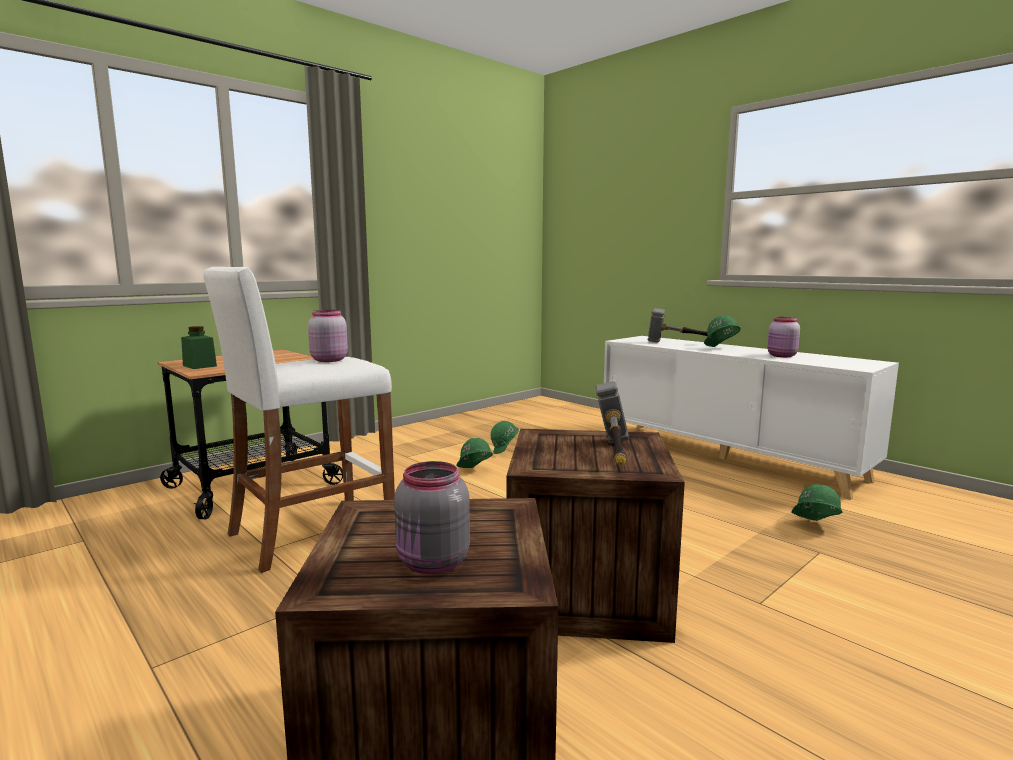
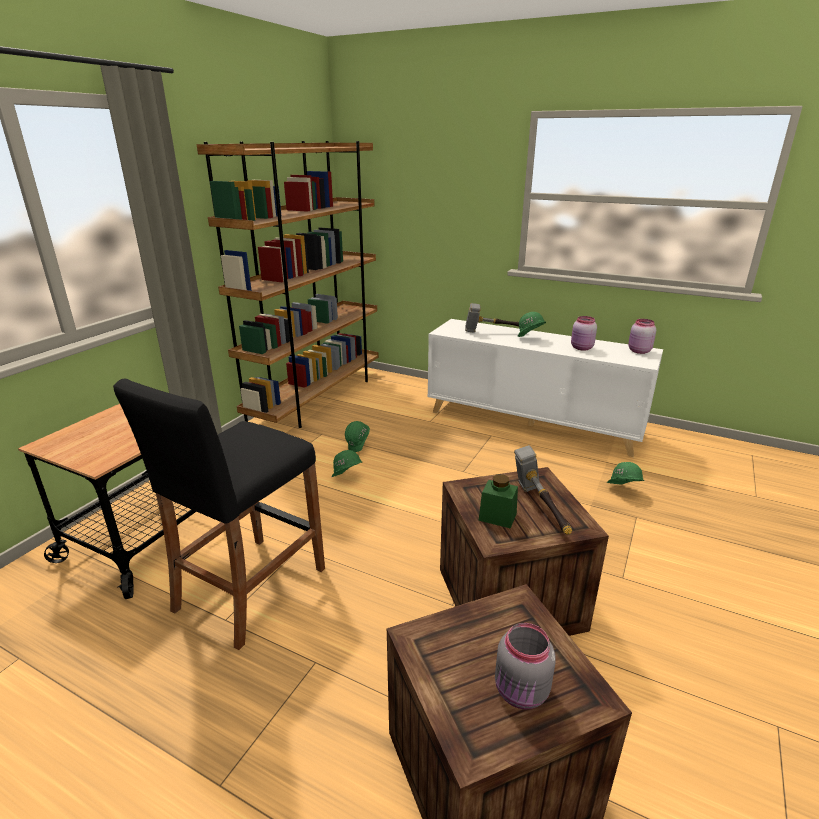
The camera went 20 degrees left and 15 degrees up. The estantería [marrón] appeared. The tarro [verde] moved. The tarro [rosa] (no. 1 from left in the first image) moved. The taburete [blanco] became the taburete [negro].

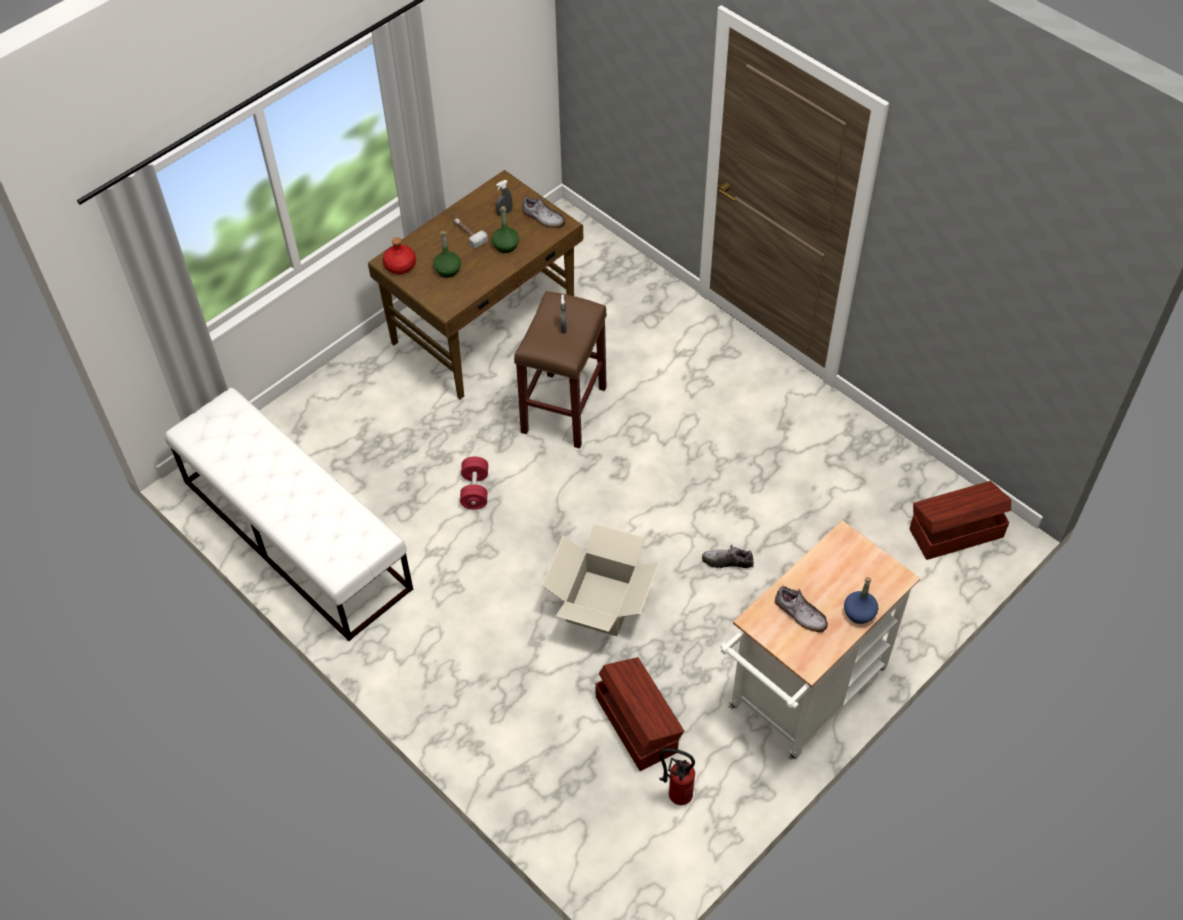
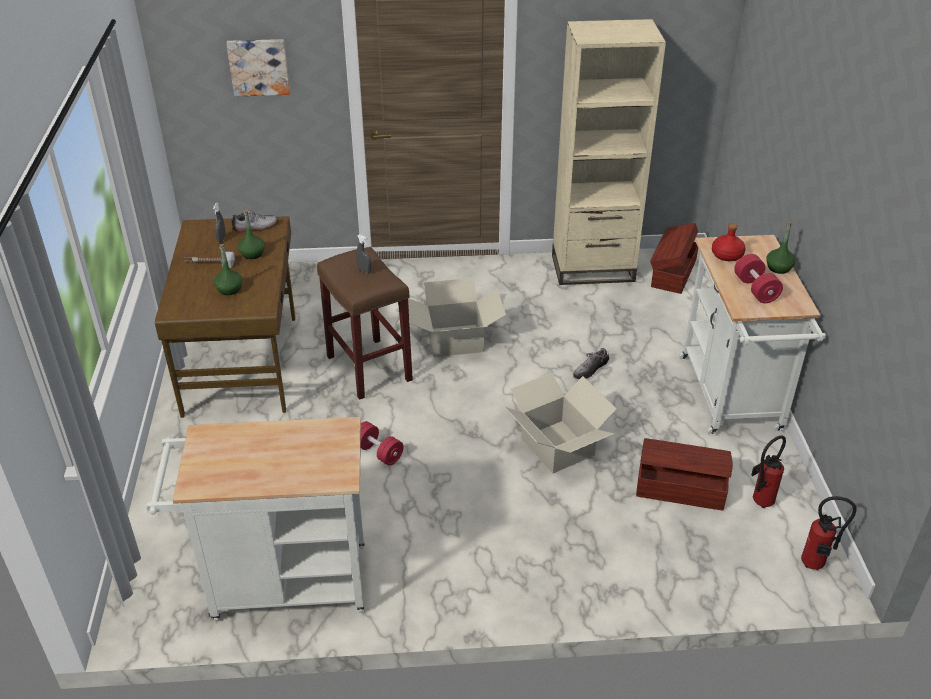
The camera went 50 degrees left and 15 degrees down. The cuadro appeared. The caja de cartón (no. 1 from left) appeared. The estantería [beis] appeared. The extintor (no. 2 from left) appeared. The botella [rojo] moved. The banco [blanco] was replaced by the carrito [blanco] (no. 1 from left). The zapato (no. 3 from left) was replaced by the mancuerna [rojo] (no. 2 from left). The botella [azul] became the botella [verde] (no. 3 from left).

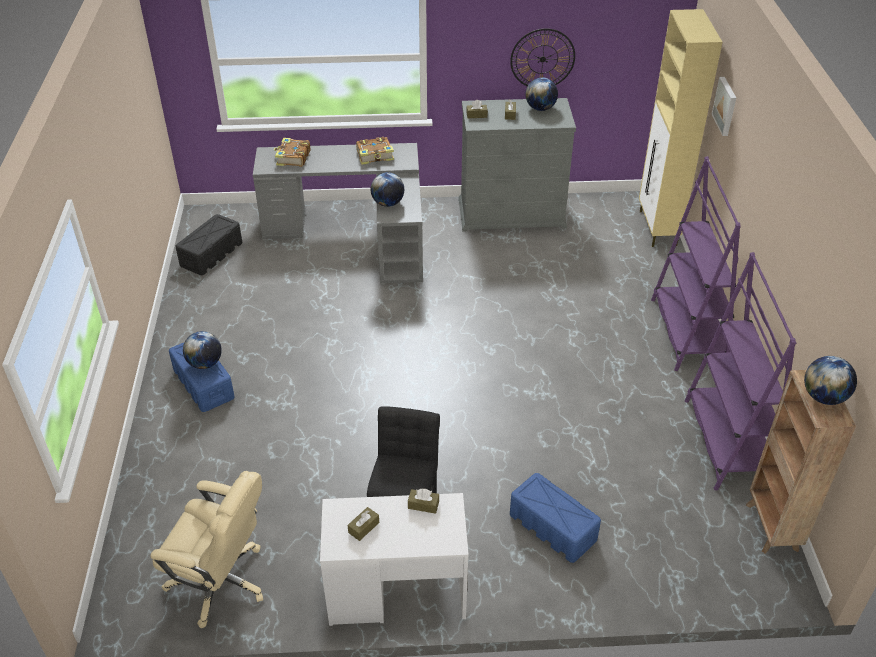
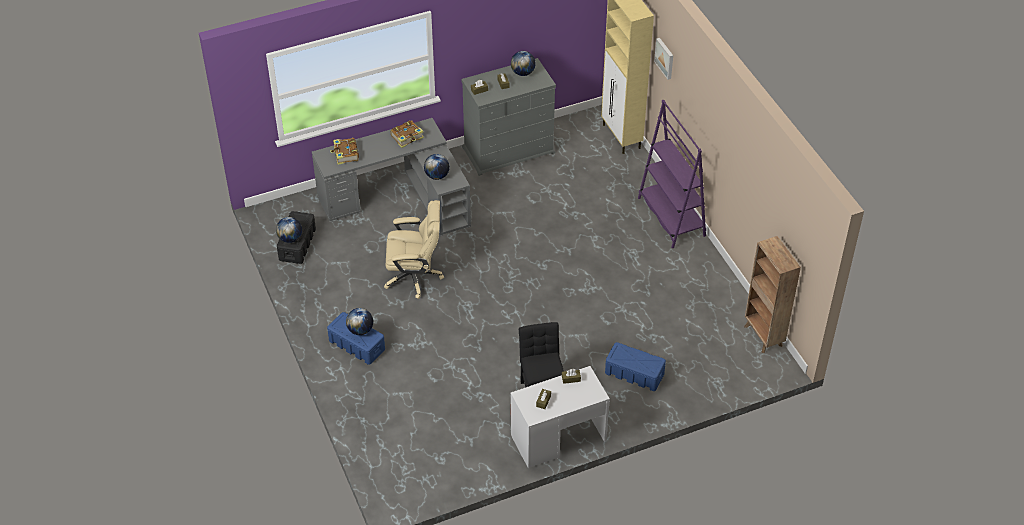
The camera went 20 degrees left and 5 degrees up. The reloj de pared disappeared. The estantería [morado] (no. 2 from left) disappeared. The silla de oficina [beis] moved. The globo terráqueo (no. 4 from left in the first image) moved.

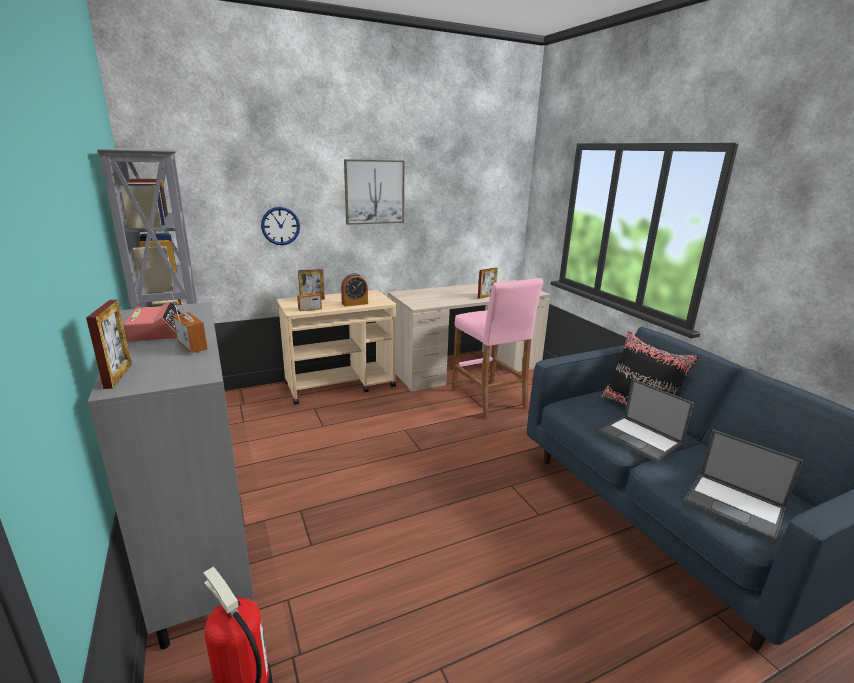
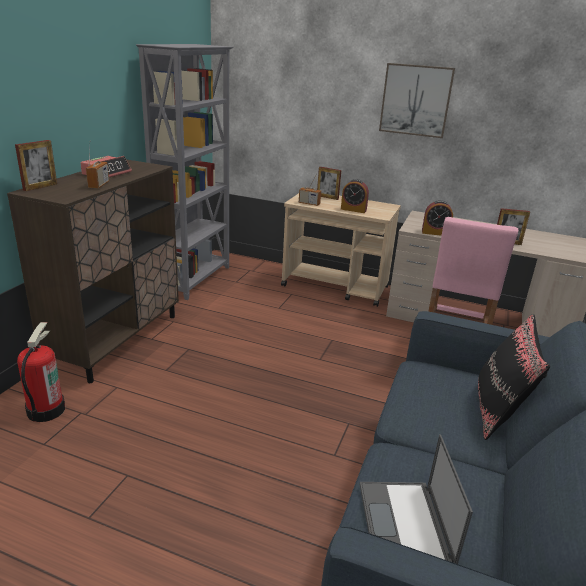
The camera went 45 degrees right and 5 degrees up. The reloj de pared disappeared. The portátil (no. 1 from left) disappeared. The despertador (no. 3 from left) appeared. The armario [gris] became the armario [marrón].

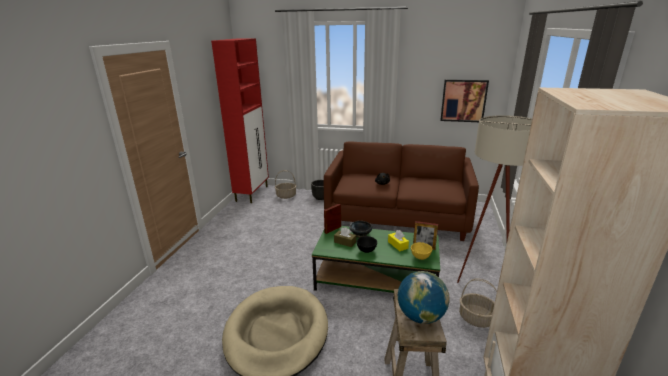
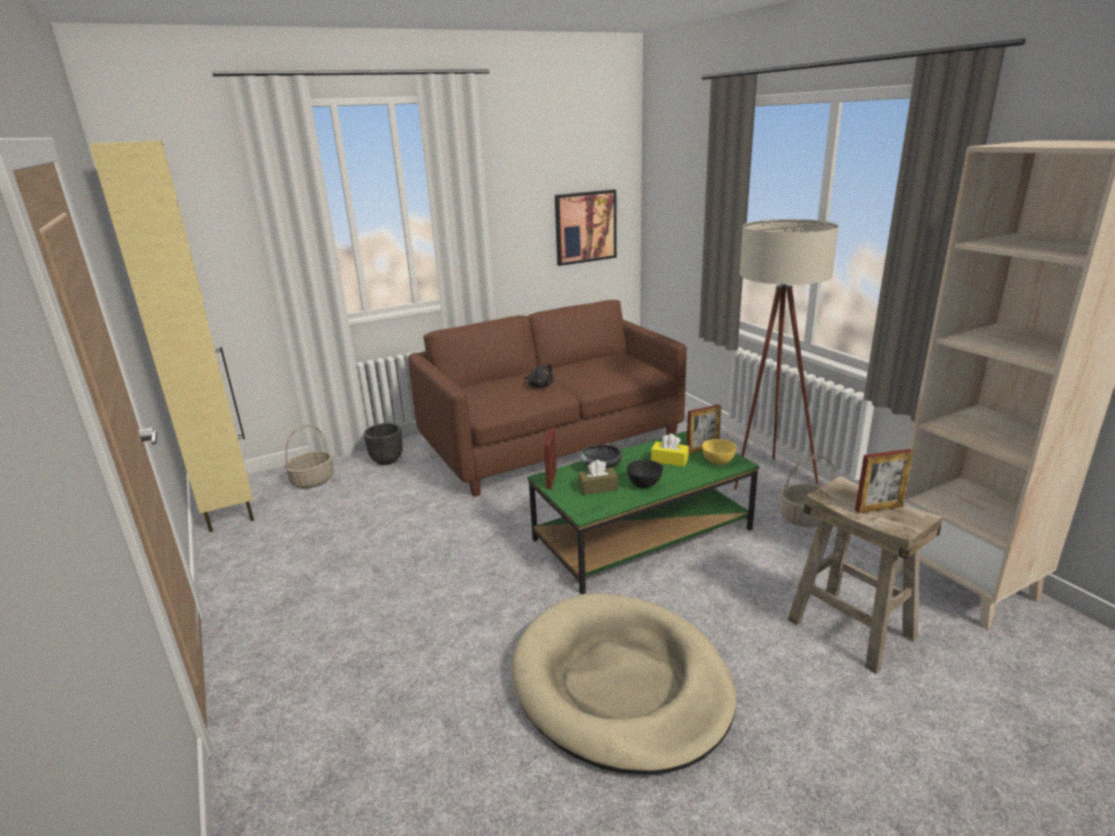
The camera went 40 degrees left and 0 degrees up. The globo terráqueo was replaced by the portarretratos (no. 3 from left). The armario [rojo] became the armario [beis].

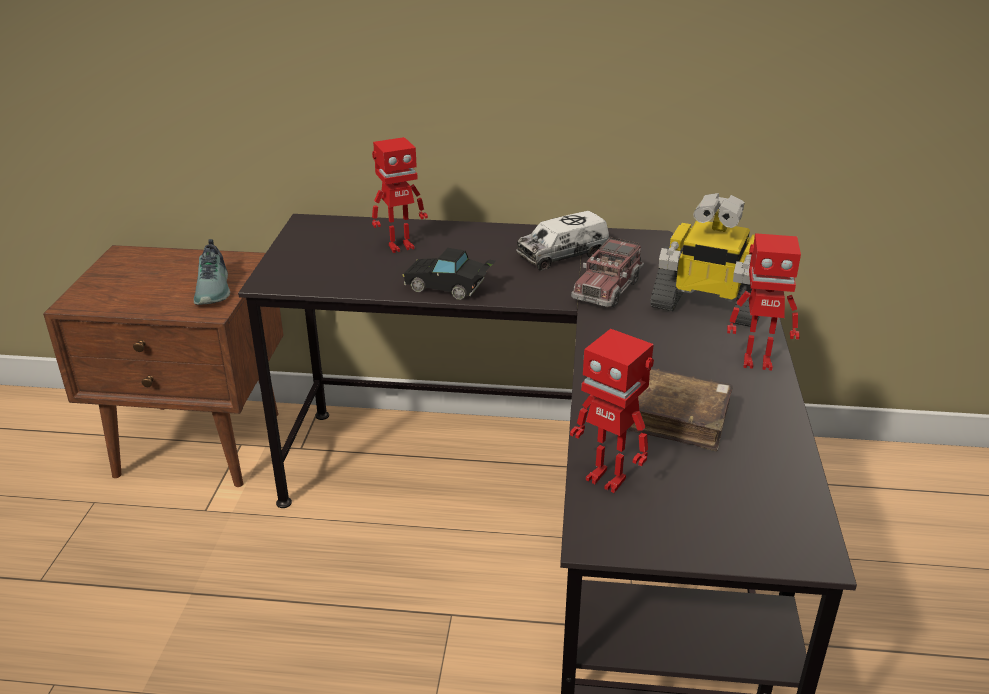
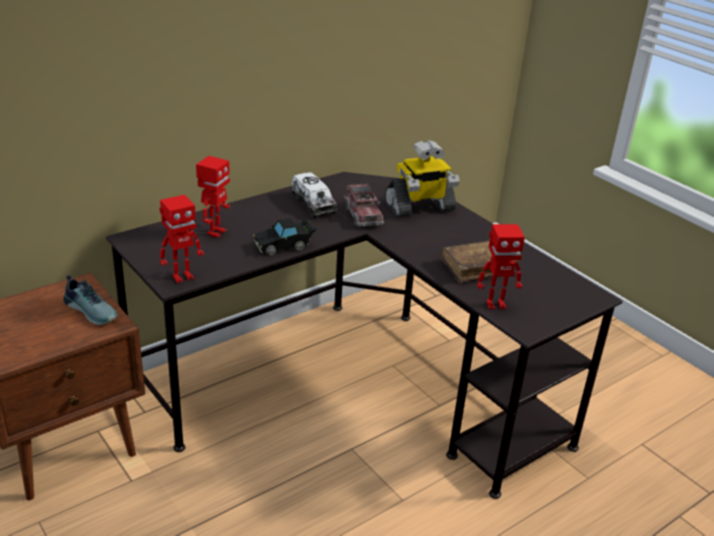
The camera went 45 degrees left and 0 degrees up. The robot de juguete (no. 4 from left in the first image) moved. The camión de juguete (no. 1 from left) turned 45 degrees counterclockwise.

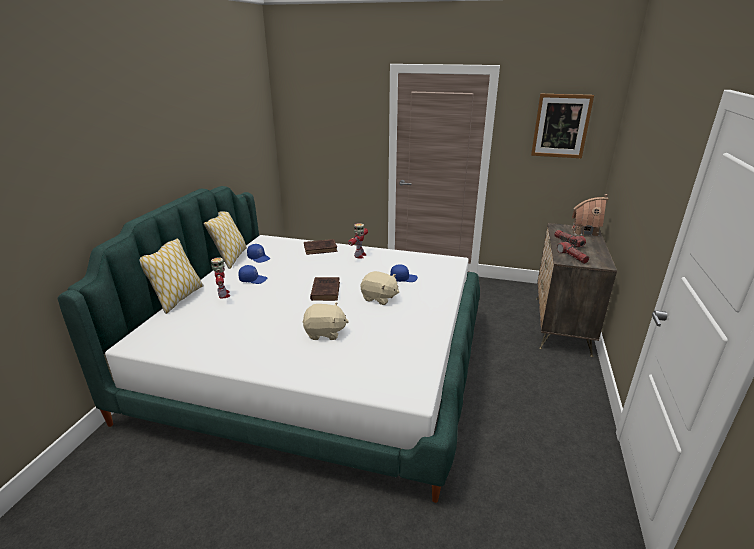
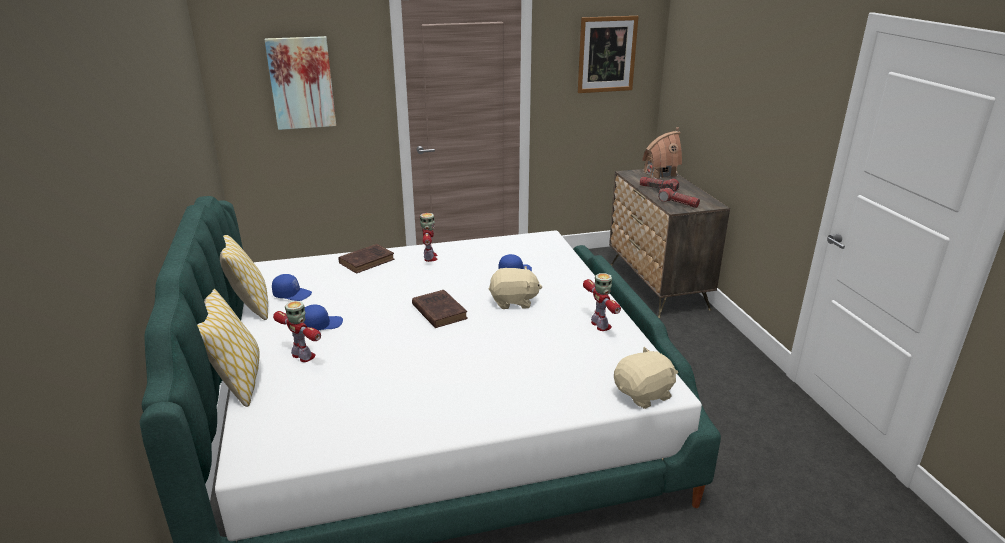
The camera went 30 degrees left and 0 degrees up. The cuadro (no. 1 from left) appeared. The robot de juguete (no. 3 from left) appeared. The peluche [beis] (no. 1 from left in the first image) moved.

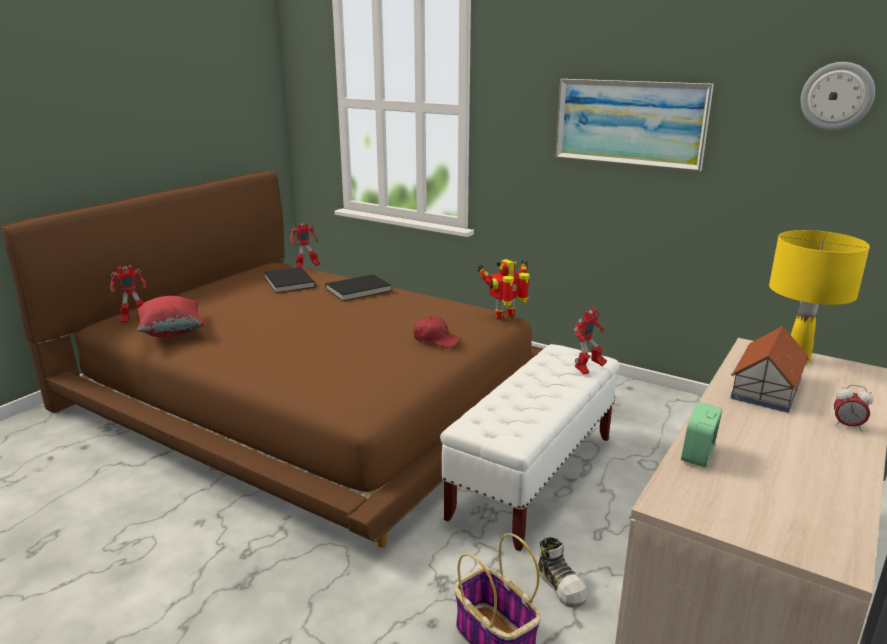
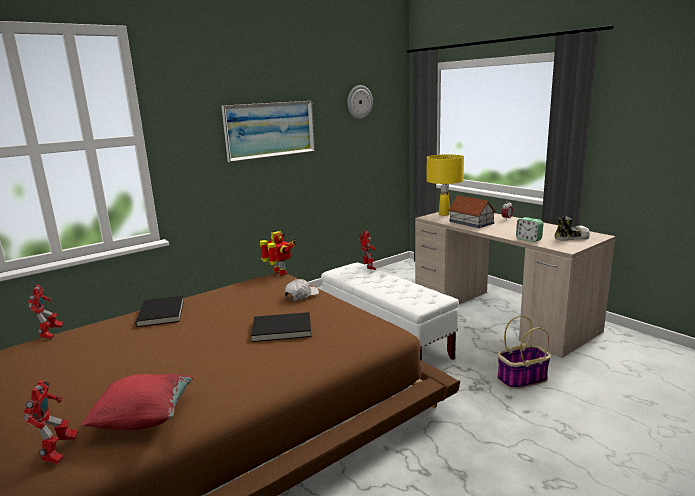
The camera went 70 degrees left and 5 degrees down. The libro [negro] (no. 1 from left in the first image) moved. The zapato moved. The gorra [rojo] became the gorra [blanco]. The robot de juguete (no. 3 from left) turned 150 degrees clockwise.

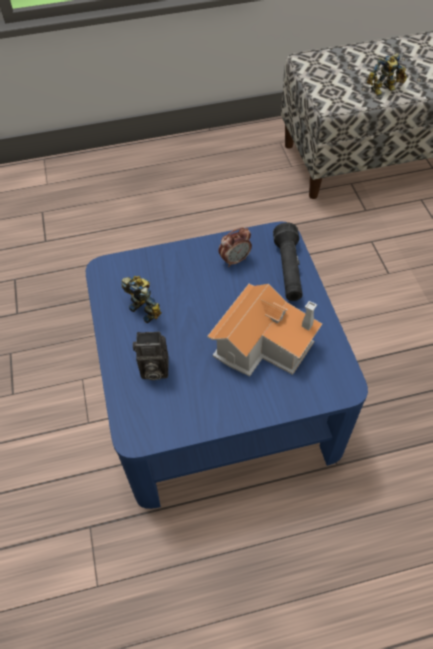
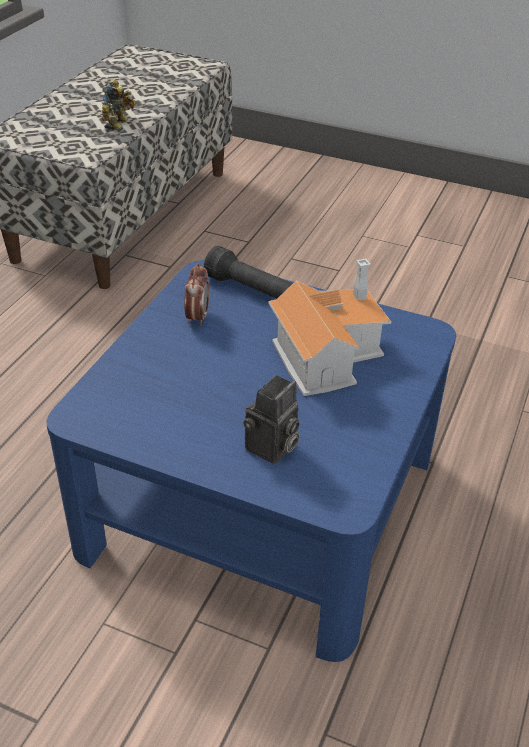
The camera went 55 degrees left and 15 degrees down. The robot de juguete (no. 1 from left) disappeared.

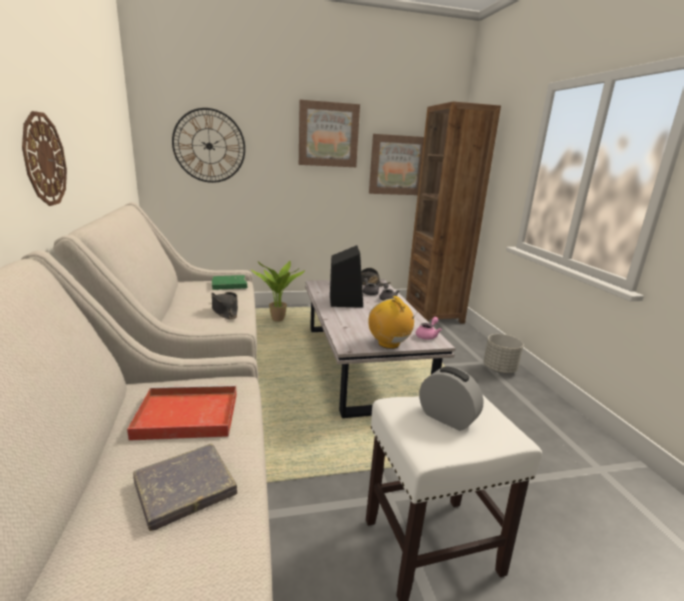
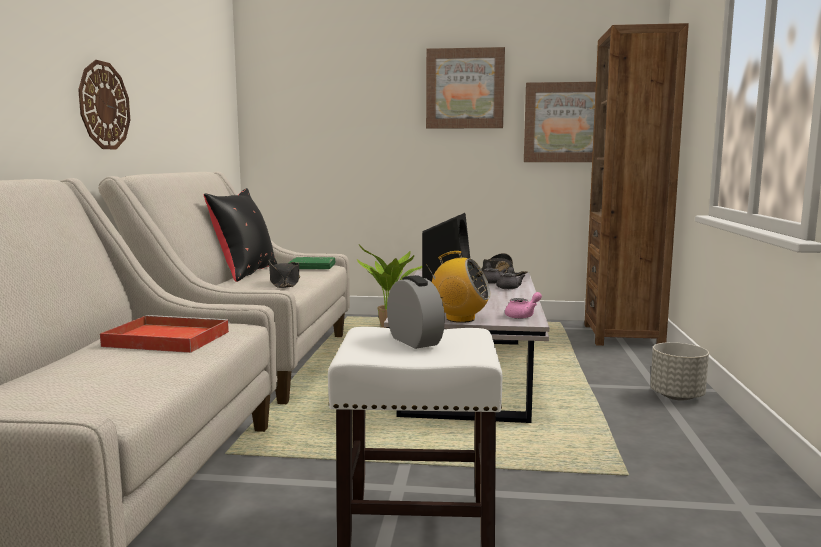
The camera went 20 degrees right and 10 degrees down. The libro [gris] disappeared. The reloj de pared (no. 2 from left) disappeared. The cojín [negro] appeared. The radio turned 120 degrees clockwise.

